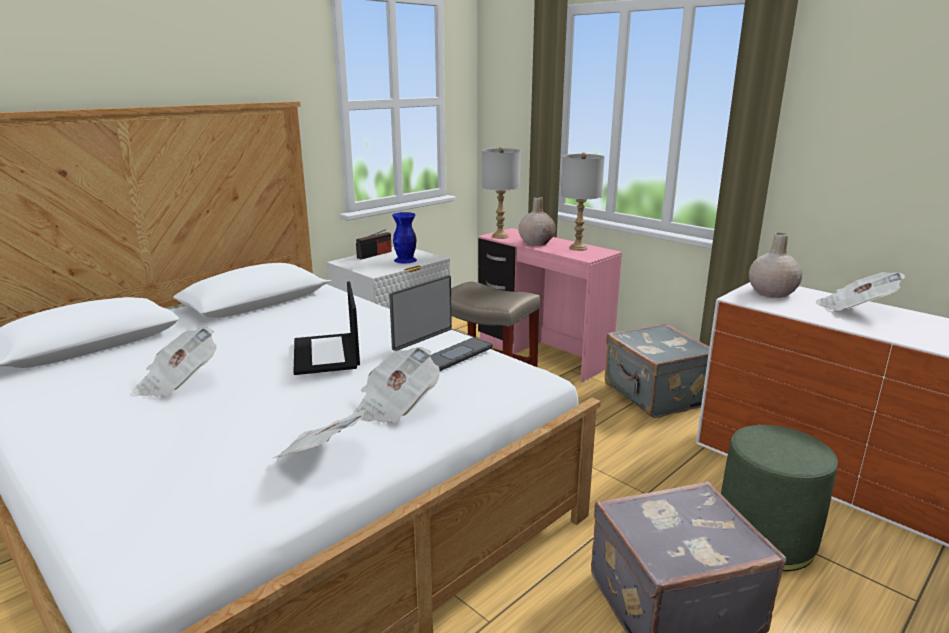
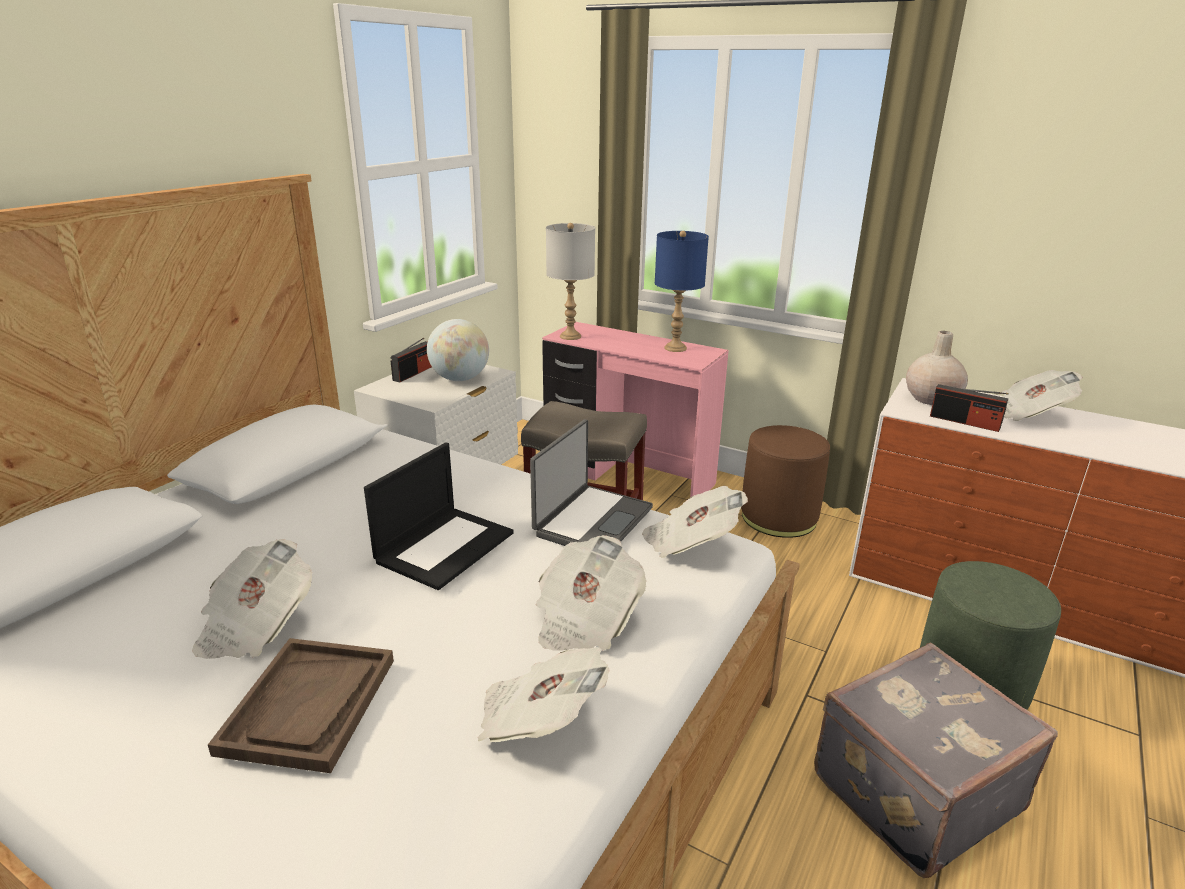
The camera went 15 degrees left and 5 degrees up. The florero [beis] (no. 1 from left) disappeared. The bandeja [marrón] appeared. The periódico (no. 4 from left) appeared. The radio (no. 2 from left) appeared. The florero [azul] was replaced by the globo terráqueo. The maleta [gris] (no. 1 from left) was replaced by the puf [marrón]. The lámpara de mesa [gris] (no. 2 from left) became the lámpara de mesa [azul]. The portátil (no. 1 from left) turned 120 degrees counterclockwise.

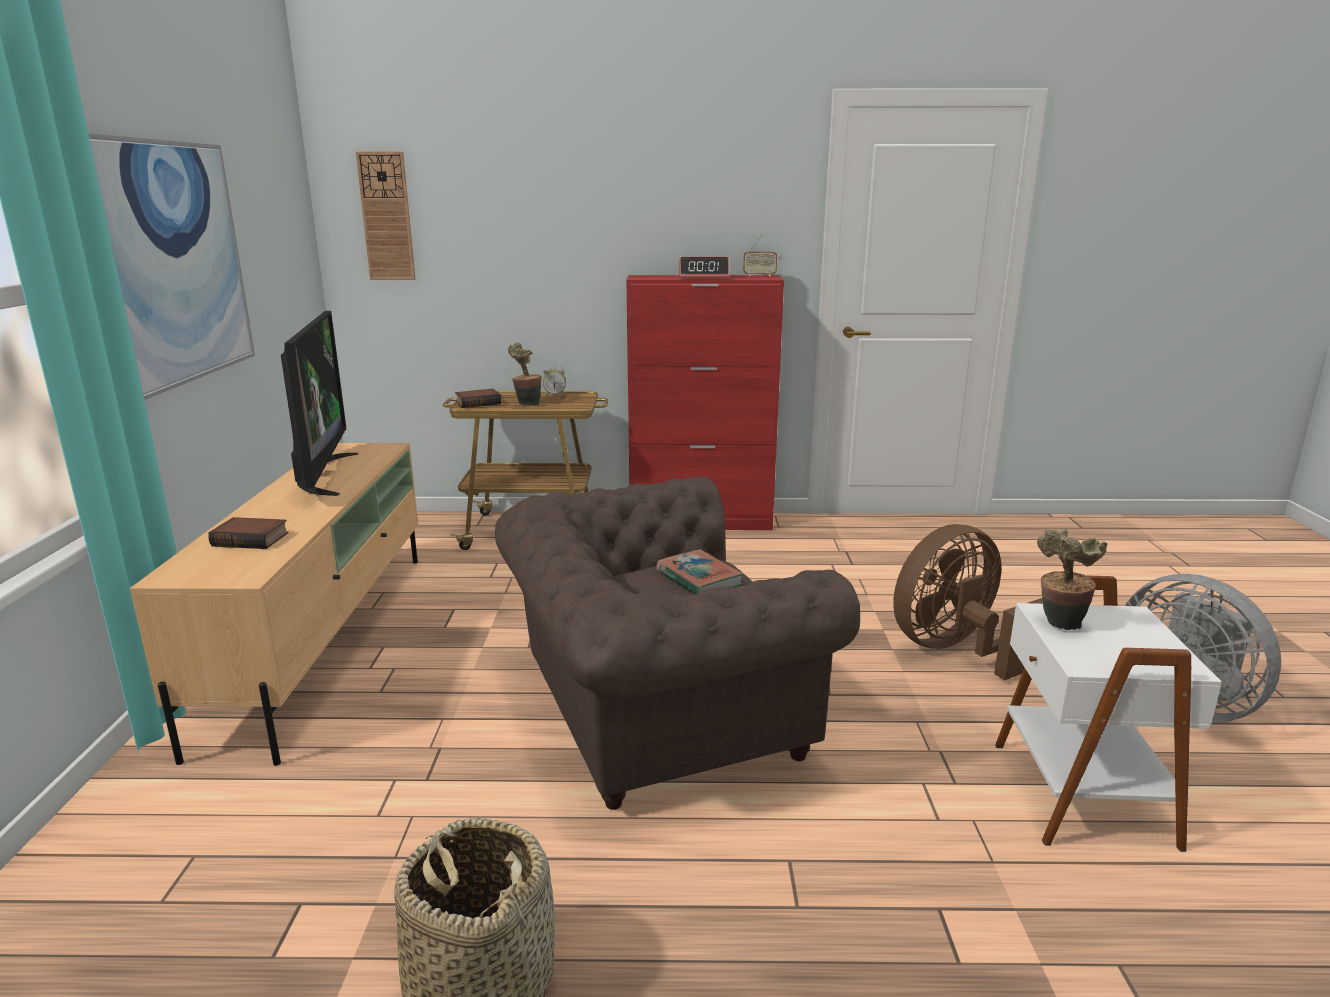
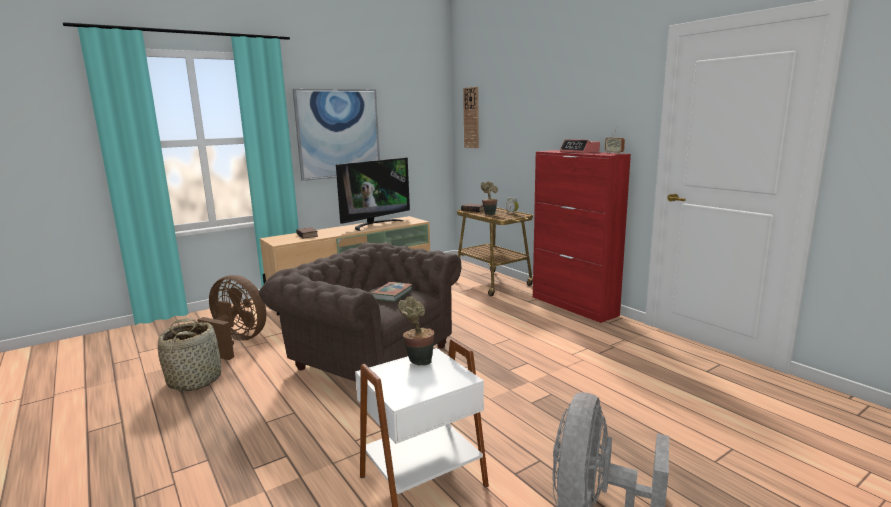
The camera went 55 degrees right and 5 degrees down. The ventilador [marrón] moved.

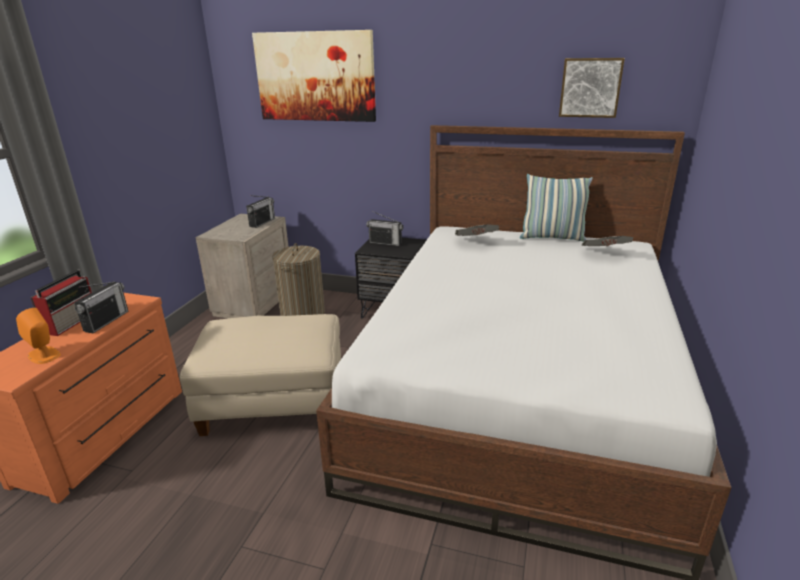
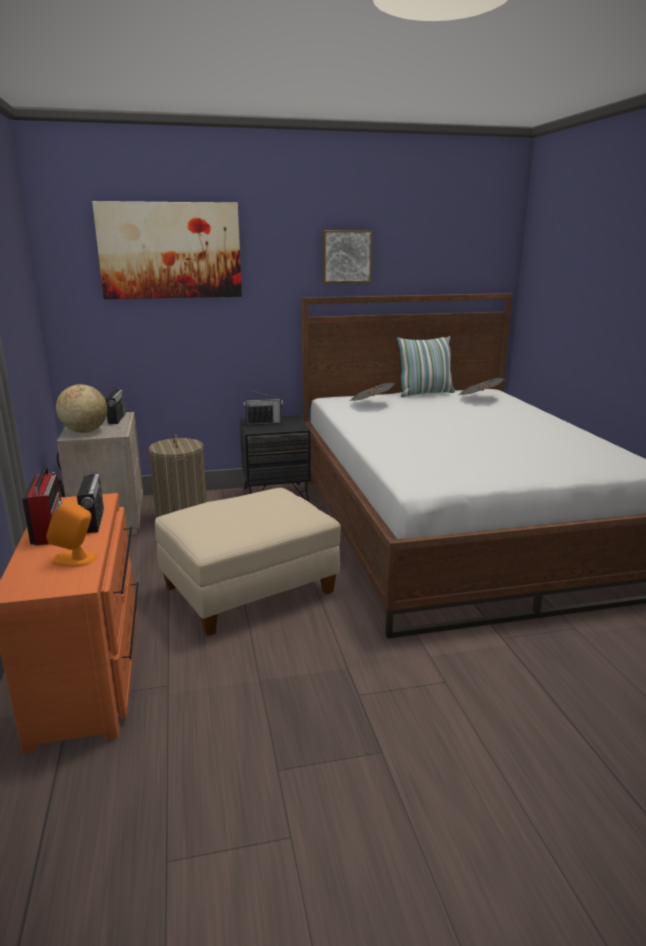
The camera went 30 degrees left and 5 degrees down. The globo terráqueo appeared. The cuadro (no. 2 from left) moved.

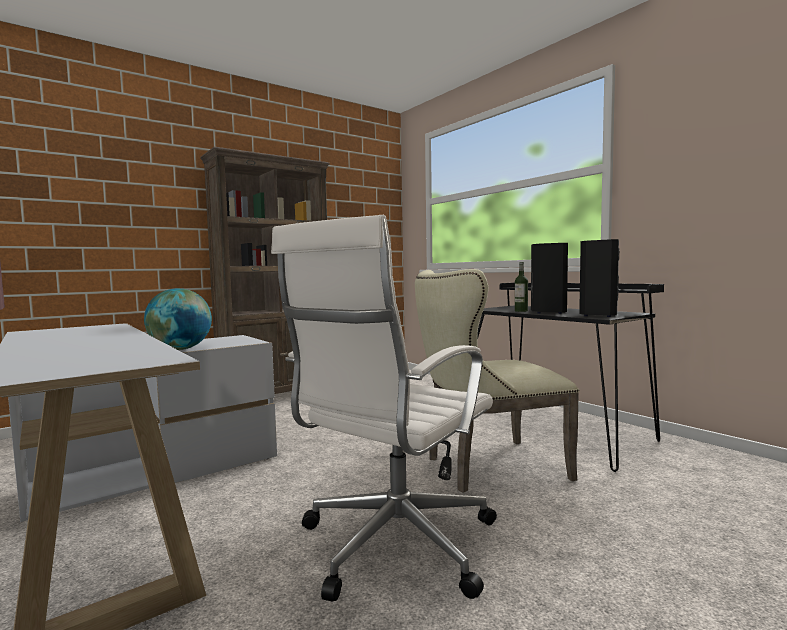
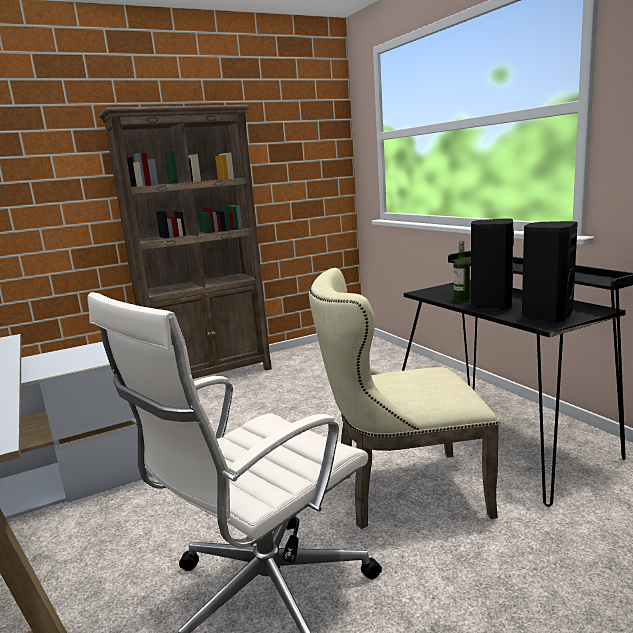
The camera went 10 degrees right and 10 degrees up. The globo terráqueo disappeared.

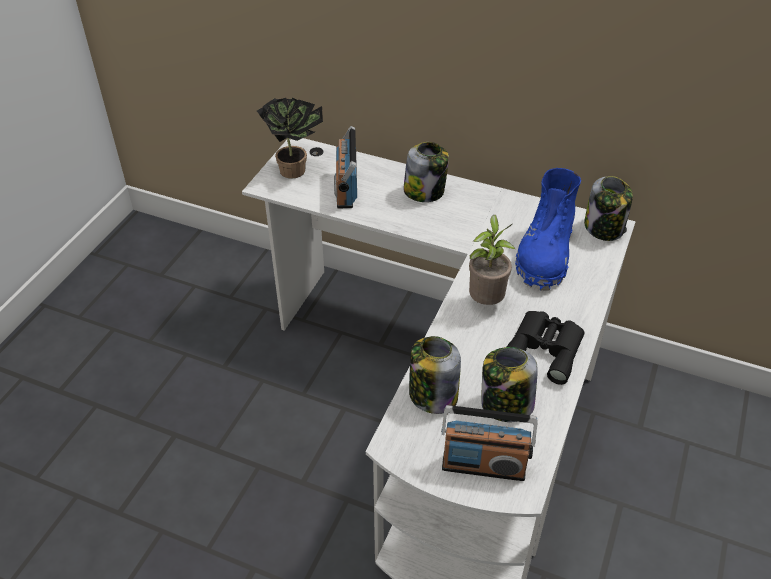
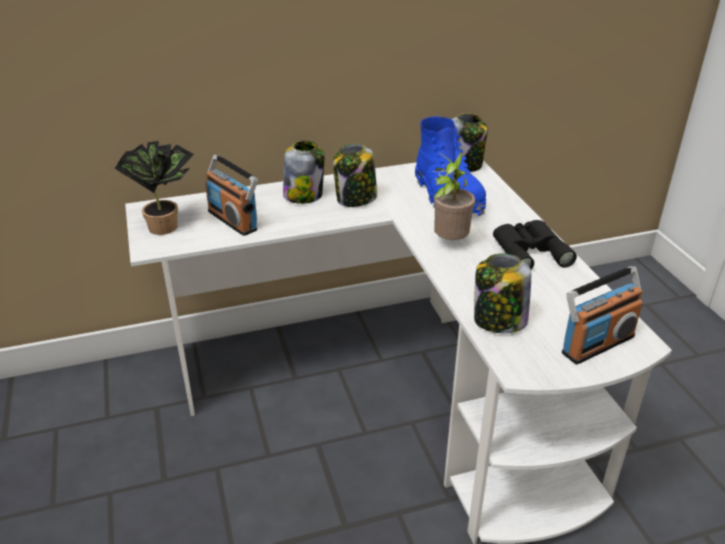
The camera went 40 degrees left and 10 degrees down. The tarro (no. 3 from left in the first image) moved.

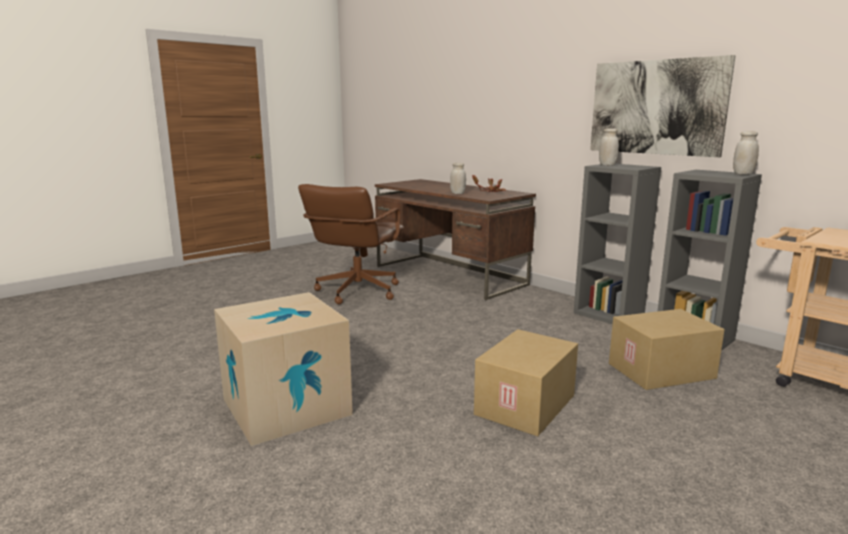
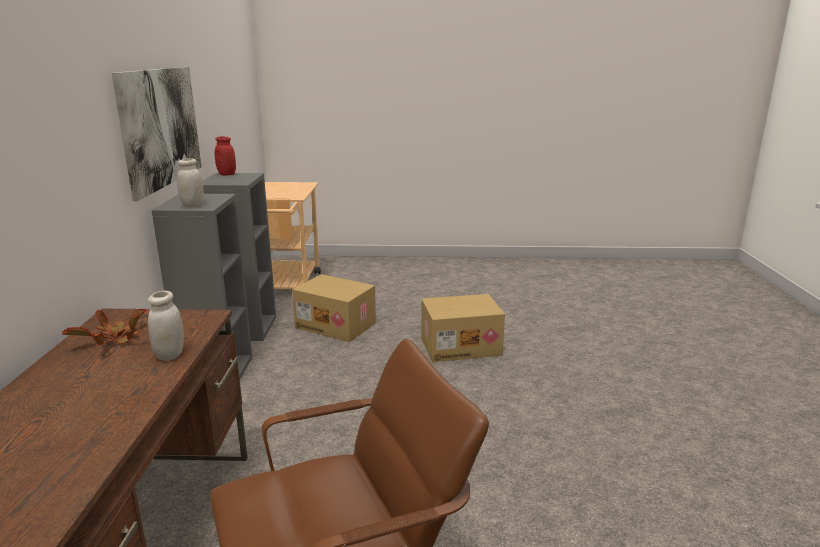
The camera went 135 degrees left and 5 degrees up. The caja de cartón (no. 1 from left) disappeared. The tarro [blanco] (no. 3 from left) became the tarro [rojo].

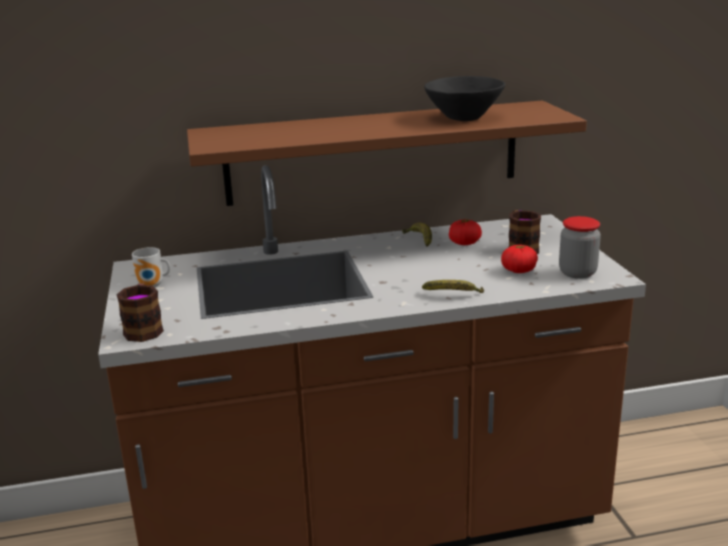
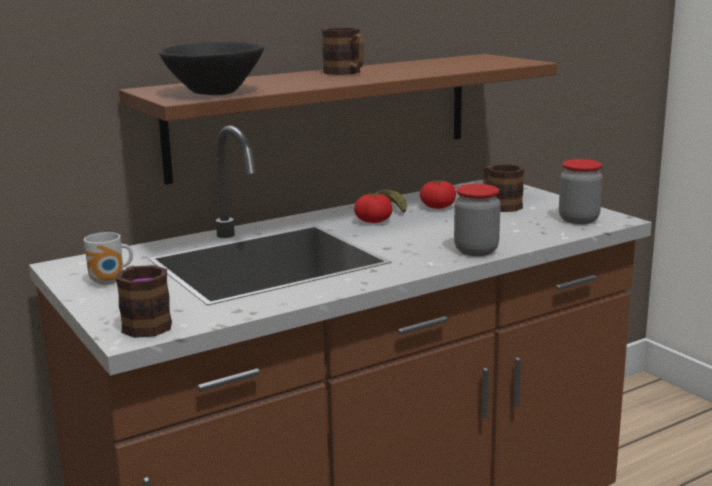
The camera went 20 degrees left and 5 degrees down. The taza grande (no. 3 from left) appeared. The cuenco [negro] moved. The tomate (no. 2 from left in the first image) moved. The plátano (no. 2 from left) was replaced by the tarro (no. 1 from left).

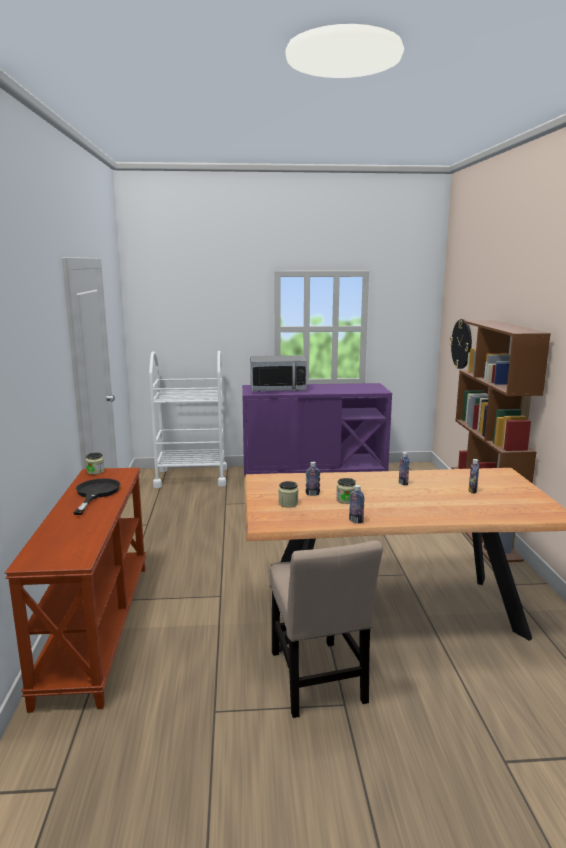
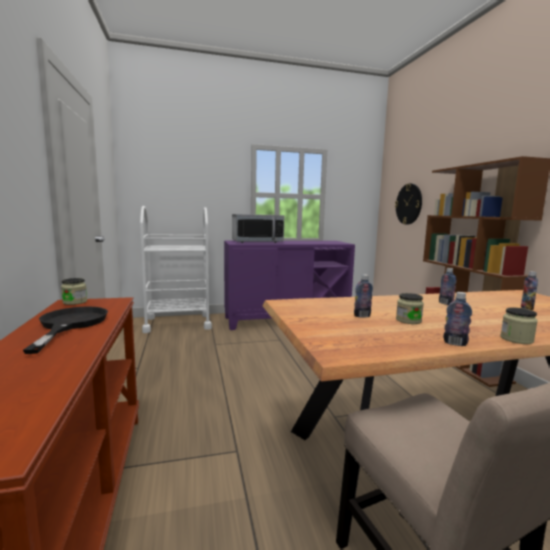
The camera went 10 degrees left and 5 degrees down. The tarro (no. 2 from left in the first image) moved.

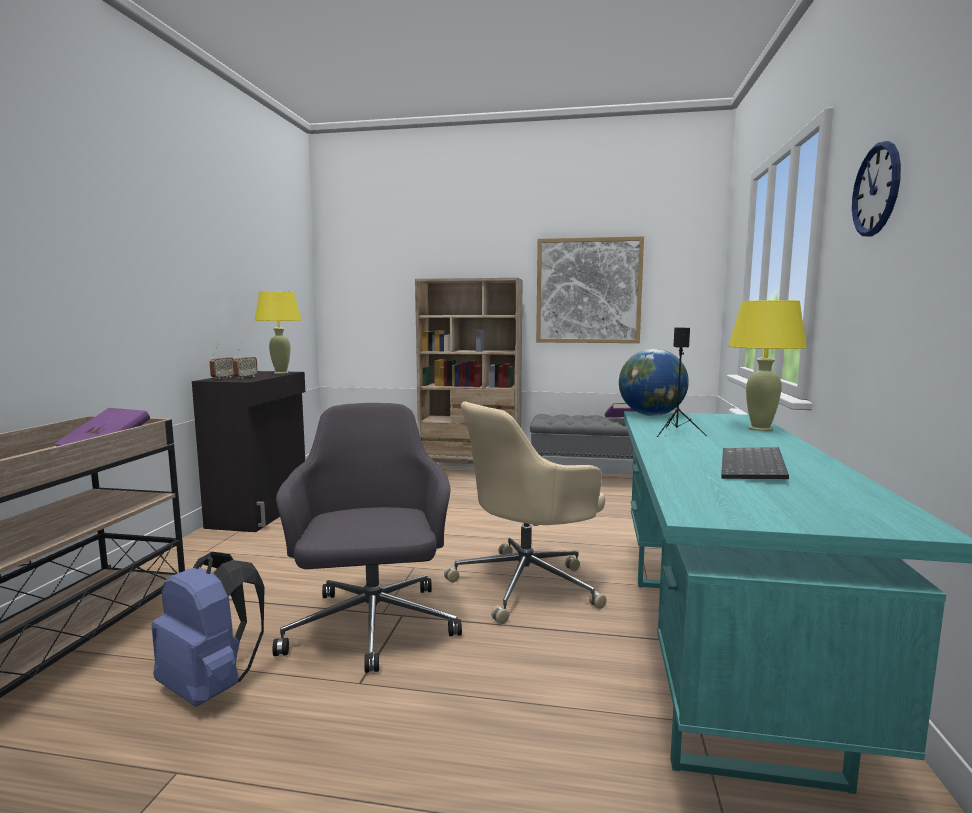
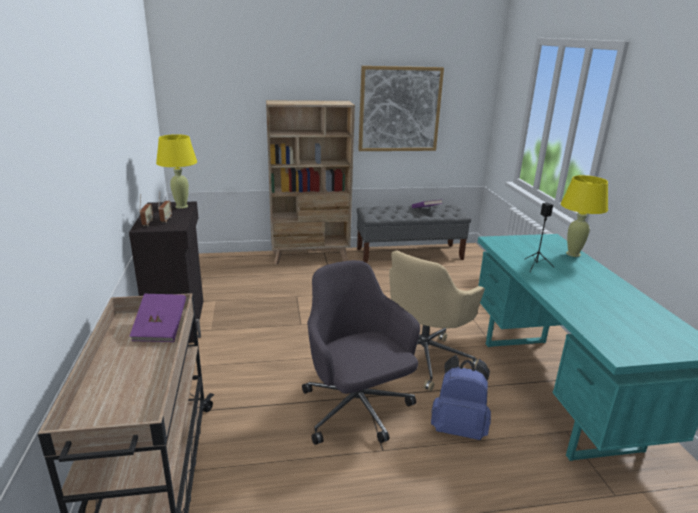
The camera went 20 degrees left and 15 degrees up. The globo terráqueo disappeared. The teclado disappeared. The reloj de pared disappeared. The mochila [azul] moved.

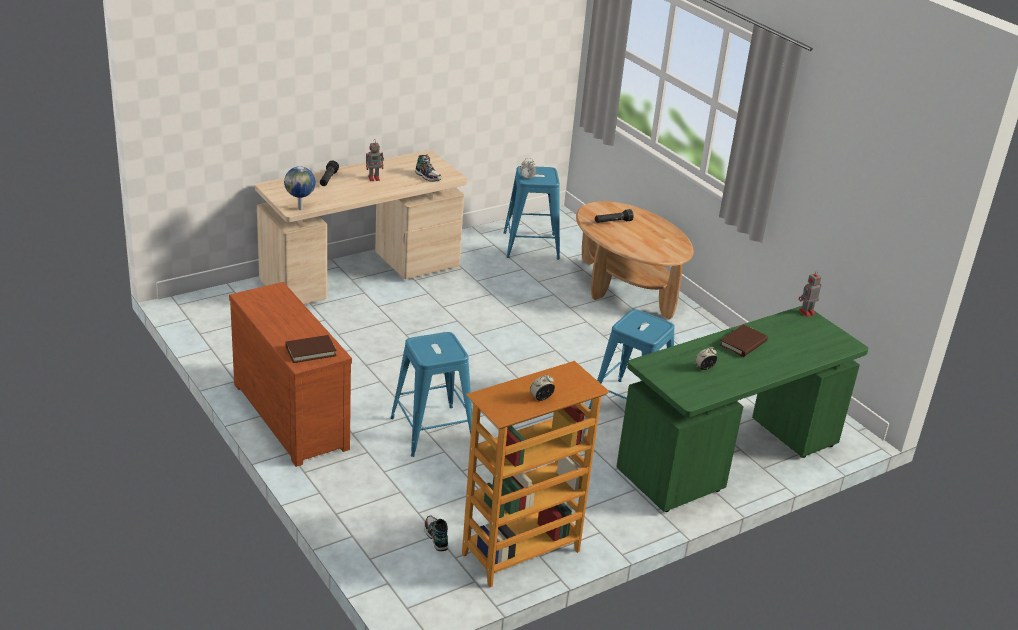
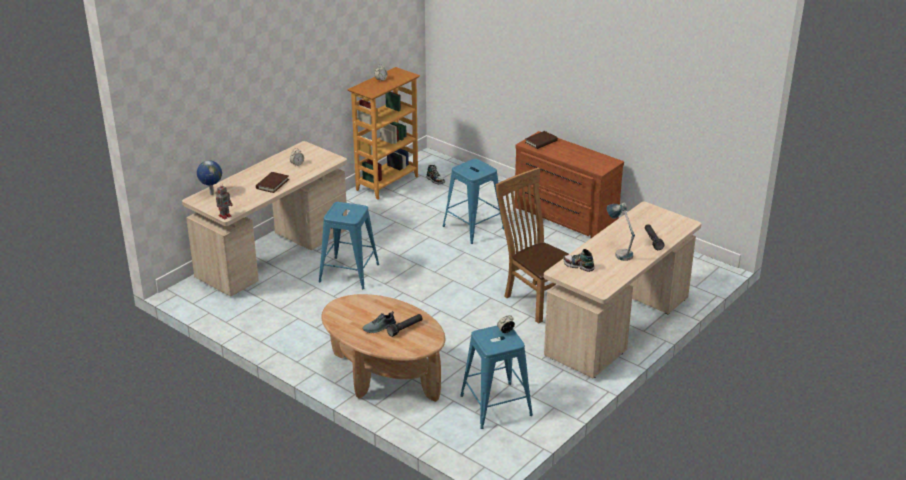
The camera went 165 degrees right and 0 degrees up. The zapato (no. 1 from left) appeared. The silla [marrón] appeared. The globo terráqueo moved. The robot de juguete (no. 1 from left) was replaced by the lámpara de mesa. The escritorio [verde] became the escritorio [beis] (no. 1 from left).

